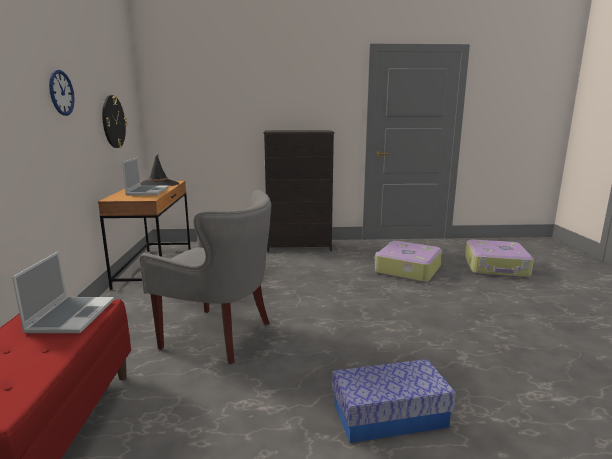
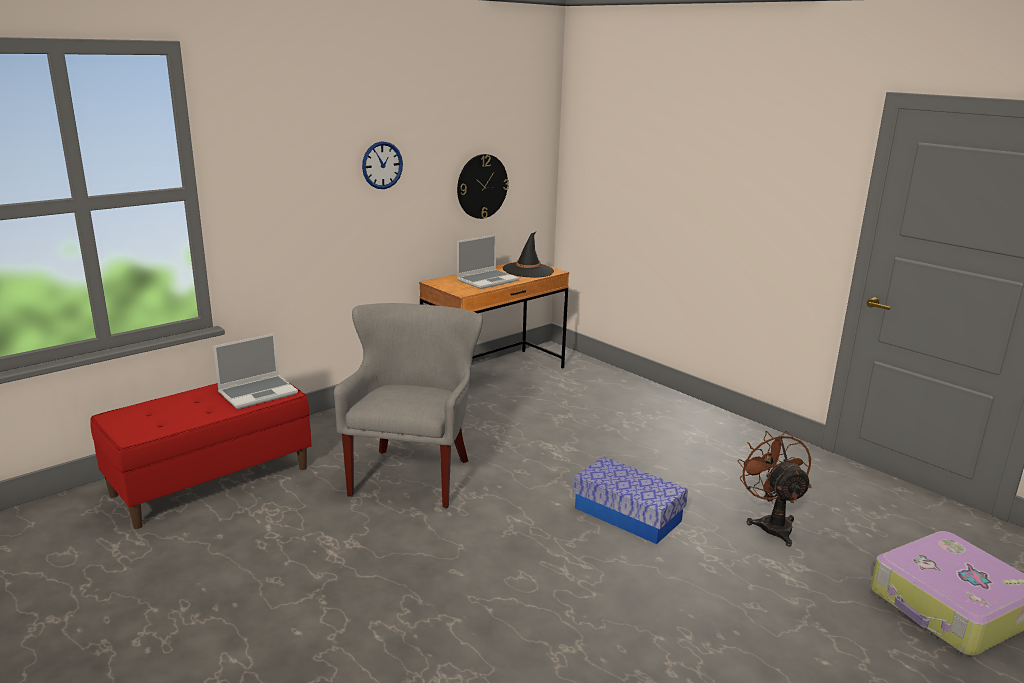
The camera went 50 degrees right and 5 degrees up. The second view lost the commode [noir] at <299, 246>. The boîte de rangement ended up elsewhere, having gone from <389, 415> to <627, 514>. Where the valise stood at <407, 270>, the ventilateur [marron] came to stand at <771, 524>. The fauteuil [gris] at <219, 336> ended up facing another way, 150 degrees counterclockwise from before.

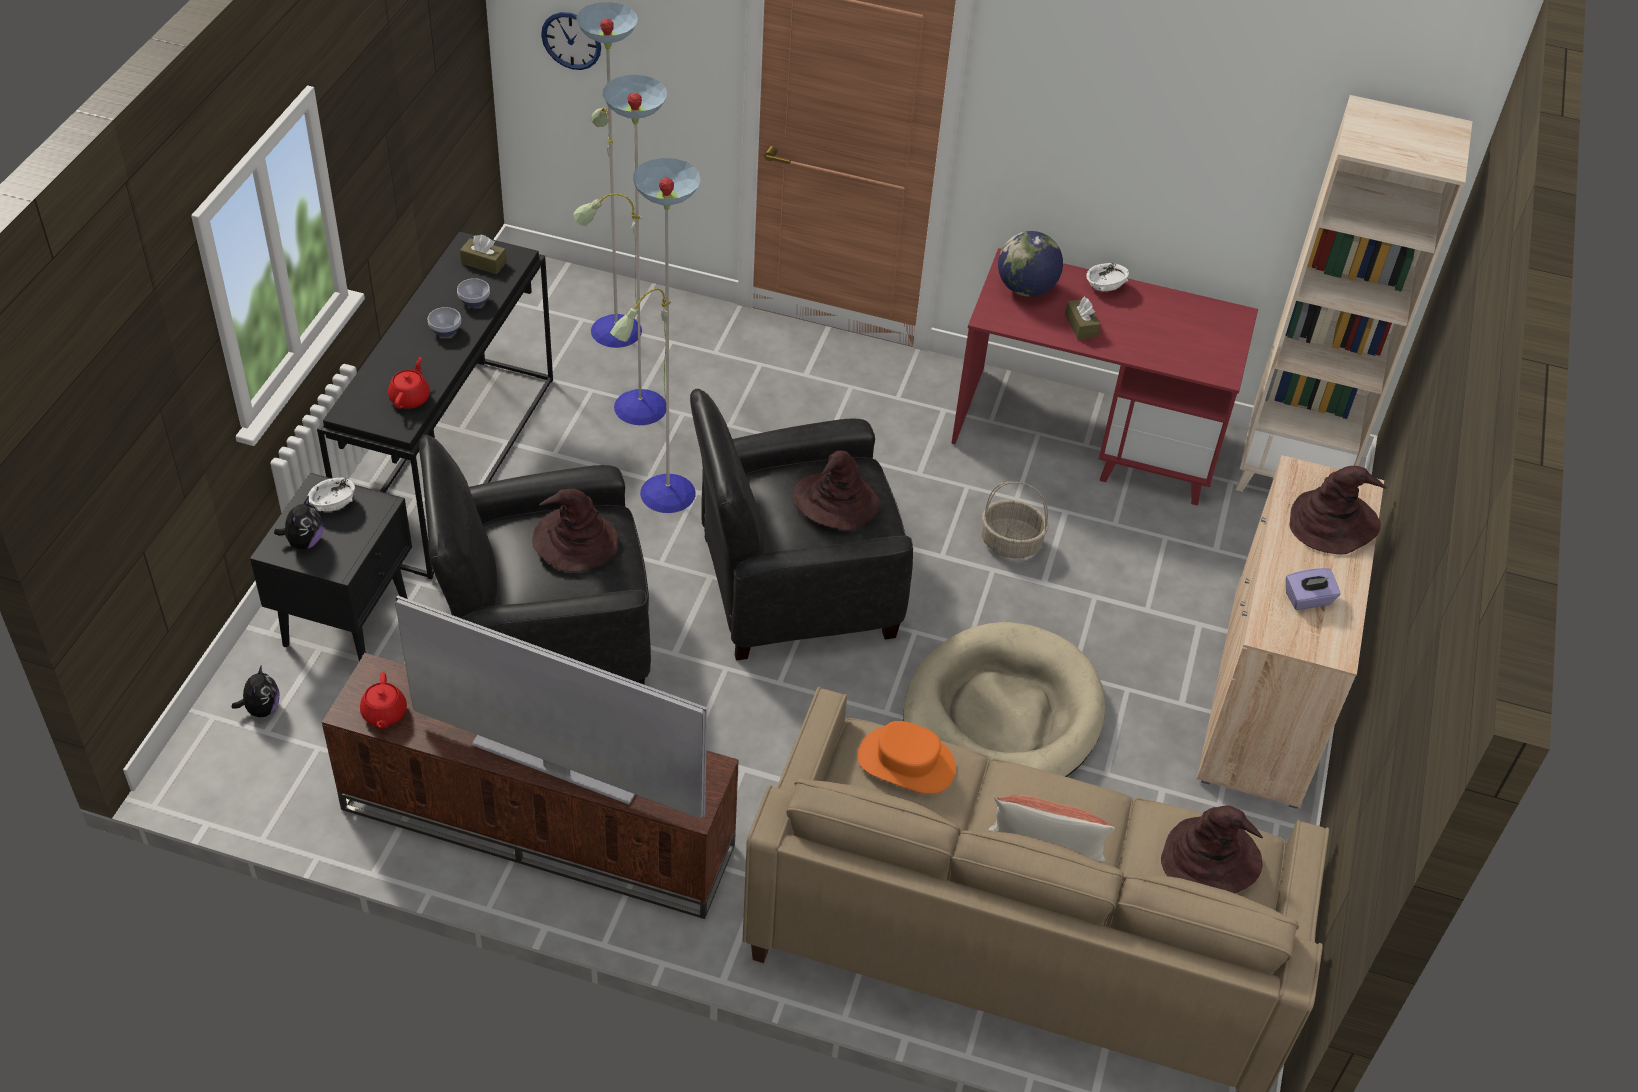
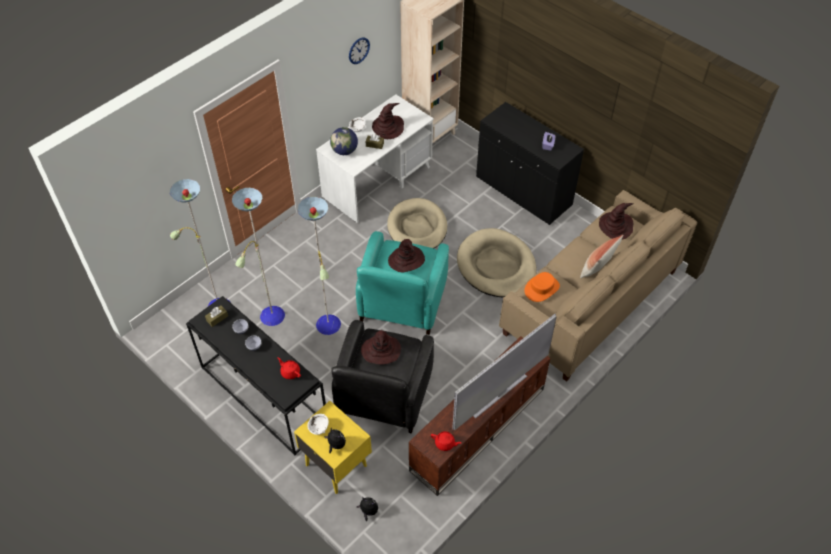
The camera went 60 degrees left and 5 degrees up. The horloge murale ended up elsewhere, having gone from <571, 40> to <359, 50>. The chapeau [marron] ended up elsewhere, having gone from <1332, 523> to <388, 127>. Where the panier stood at <1010, 543>, the panier pour chien [beige] came to stand at <417, 228>. What was the table de chevet [noir] at <348, 621> turned into the table de chevet [jaune] at <336, 464>. What was the fauteuil [noir] at <794, 586> turned into the fauteuil [turquoise] at <402, 302>. What was the bureau [rouge] at <1089, 436> turned into the bureau [blanc] at <377, 181>. What was the meuble de rangement [beige] at <1264, 697> turned into the meuble de rangement [noir] at <523, 191>.

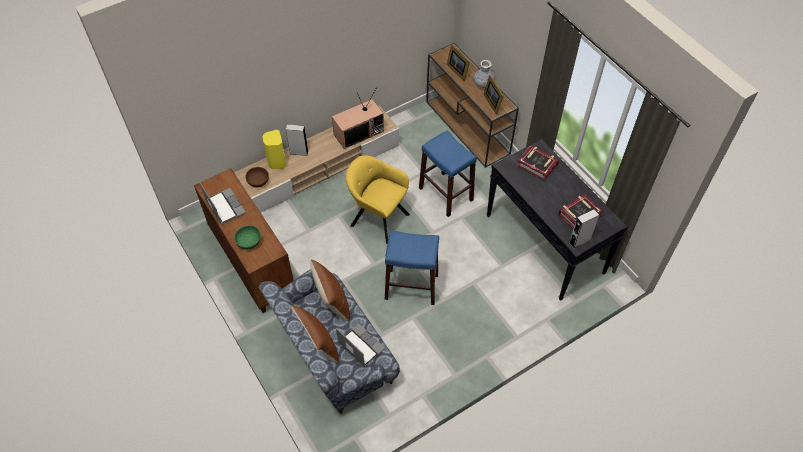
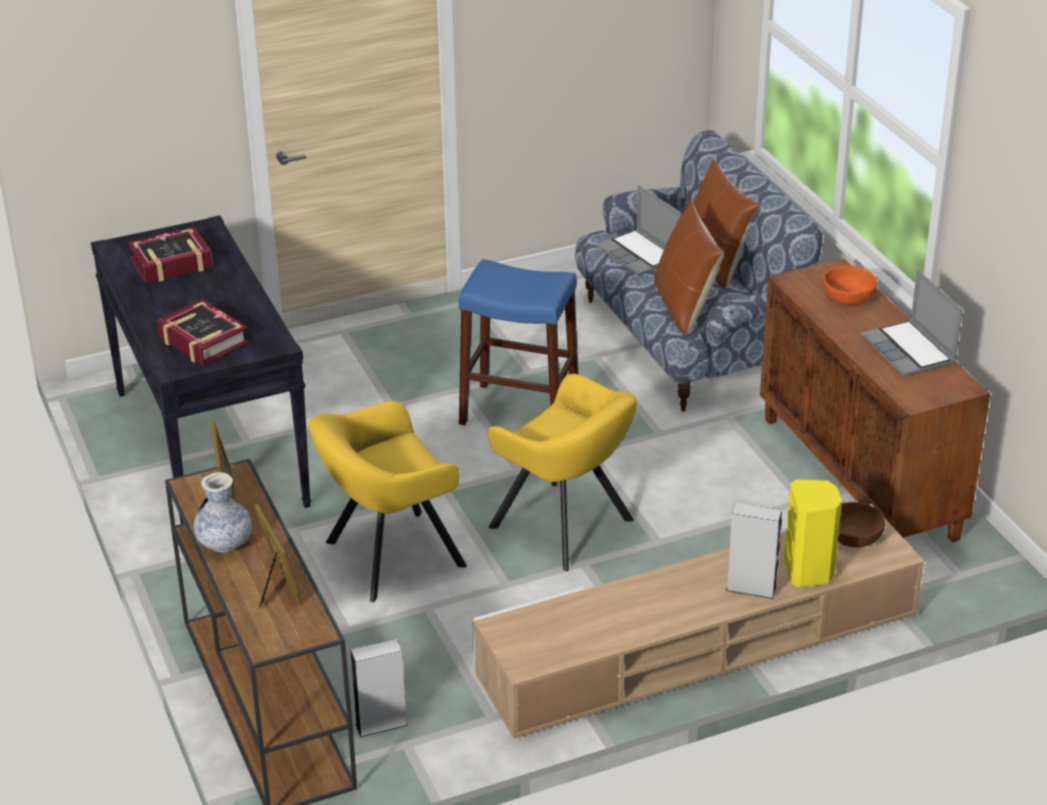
The camera went 170 degrees left and 20 degrees down. The second view lost the téléviseur at <359, 132>. The enceinte [gris] ended up elsewhere, having gone from <579, 241> to <381, 724>. Where the tabouret [bleu] stood at <446, 194>, the fauteuil [jaune] came to stand at <388, 556>. What was the bol [vert] at <249, 242> turned into the bol [orange] at <848, 297>.

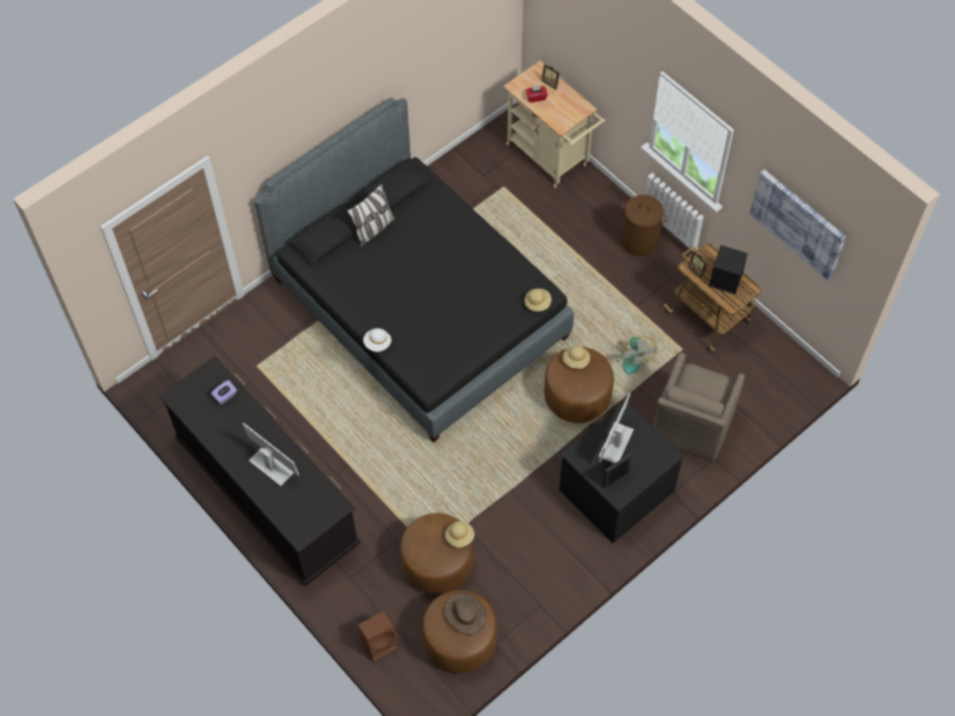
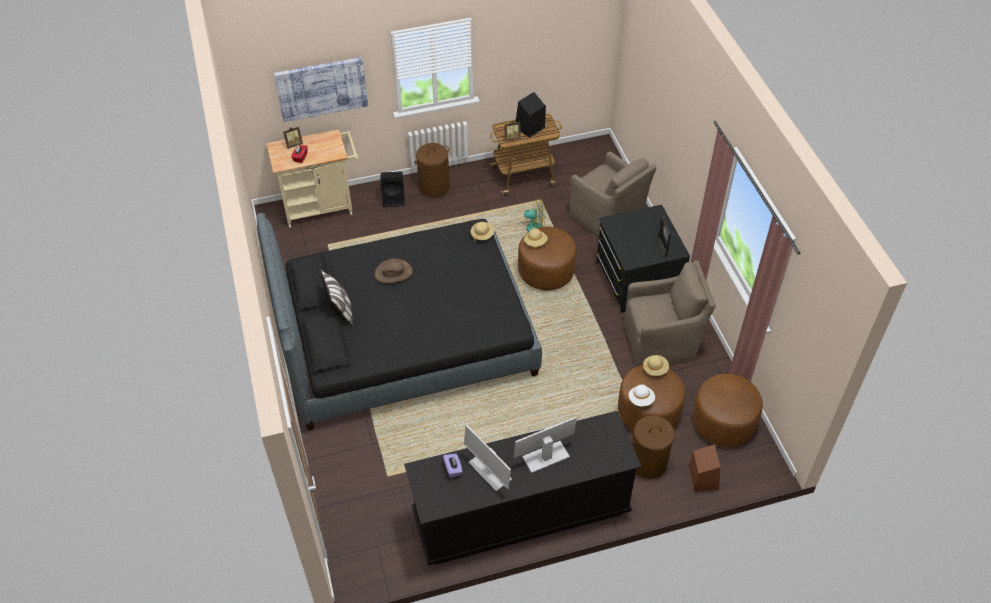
The camera went 65 degrees left and 10 degrees down. The second view gained the enceinte [noir] at <394, 199>. The second view gained the fauteuil [marron] at <662, 342>. The second view gained the panier à linge [marron] at <647, 462>. The chapeau [blanc] ended up elsewhere, having gone from <377, 343> to <641, 399>. The chapeau [marron] ended up elsewhere, having gone from <464, 614> to <393, 272>. The écran d'ordinateur ended up elsewhere, having gone from <616, 443> to <489, 471>. The tableau ended up elsewhere, having gone from <798, 223> to <321, 88>.

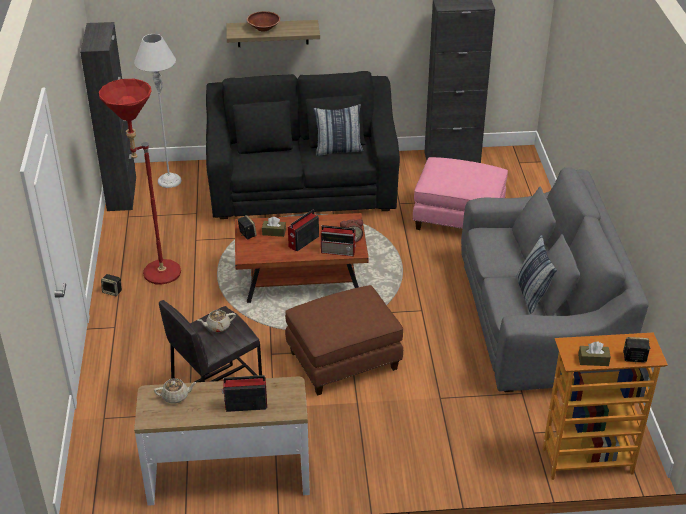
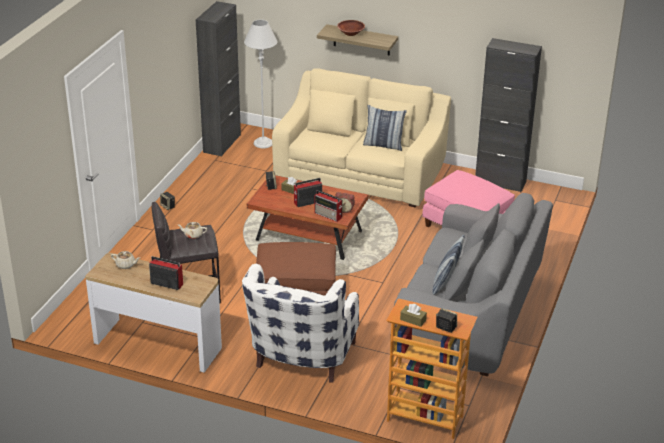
The camera went 25 degrees right and 5 degrees down. The second view lost the lampadaire [rouge] at <154, 275>. The second view gained the fauteuil [blanc] at <300, 360>. What was the canapé [noir] at <302, 188> turned into the canapé [beige] at <360, 173>.

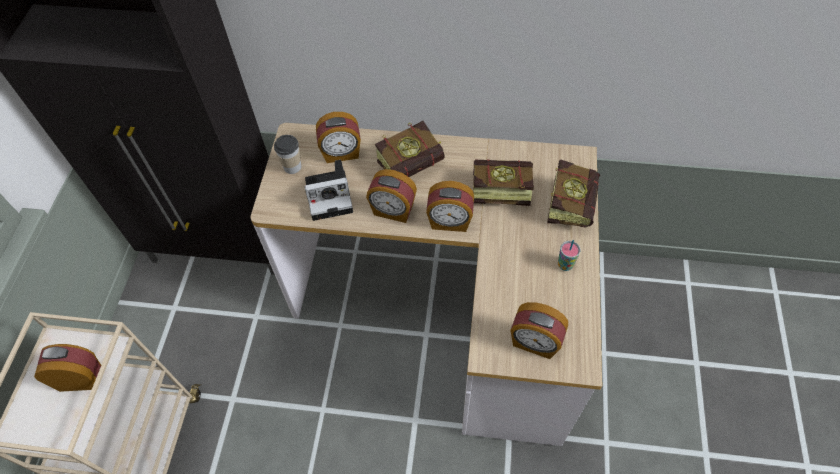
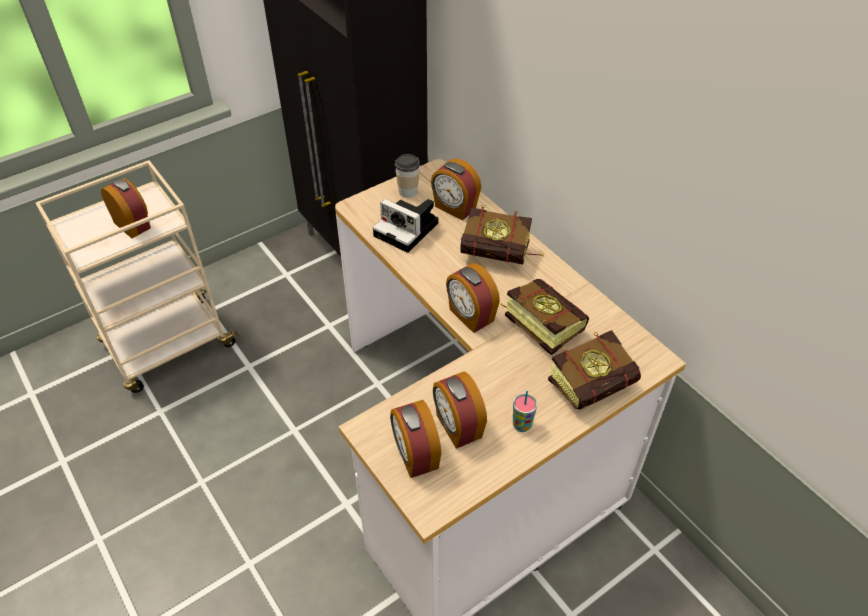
The camera went 45 degrees right and 10 degrees down. The réveil ended up elsewhere, having gone from <393, 211> to <457, 427>.

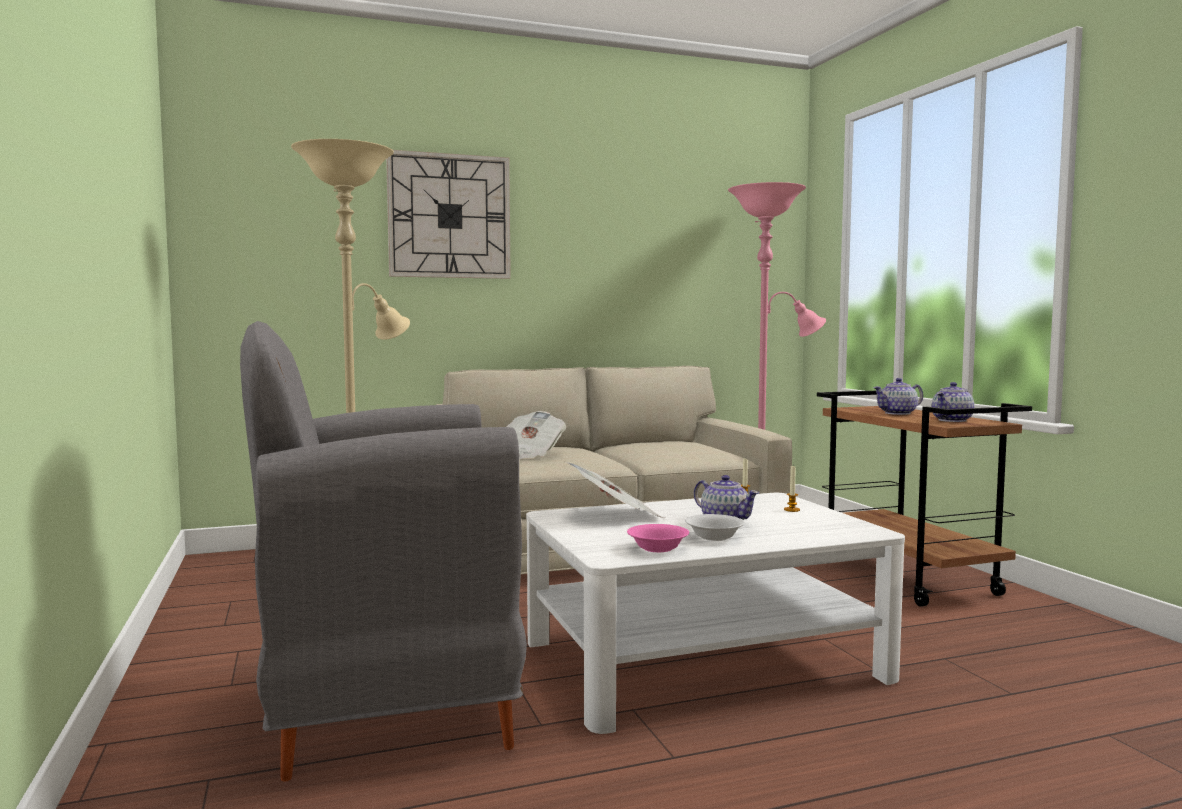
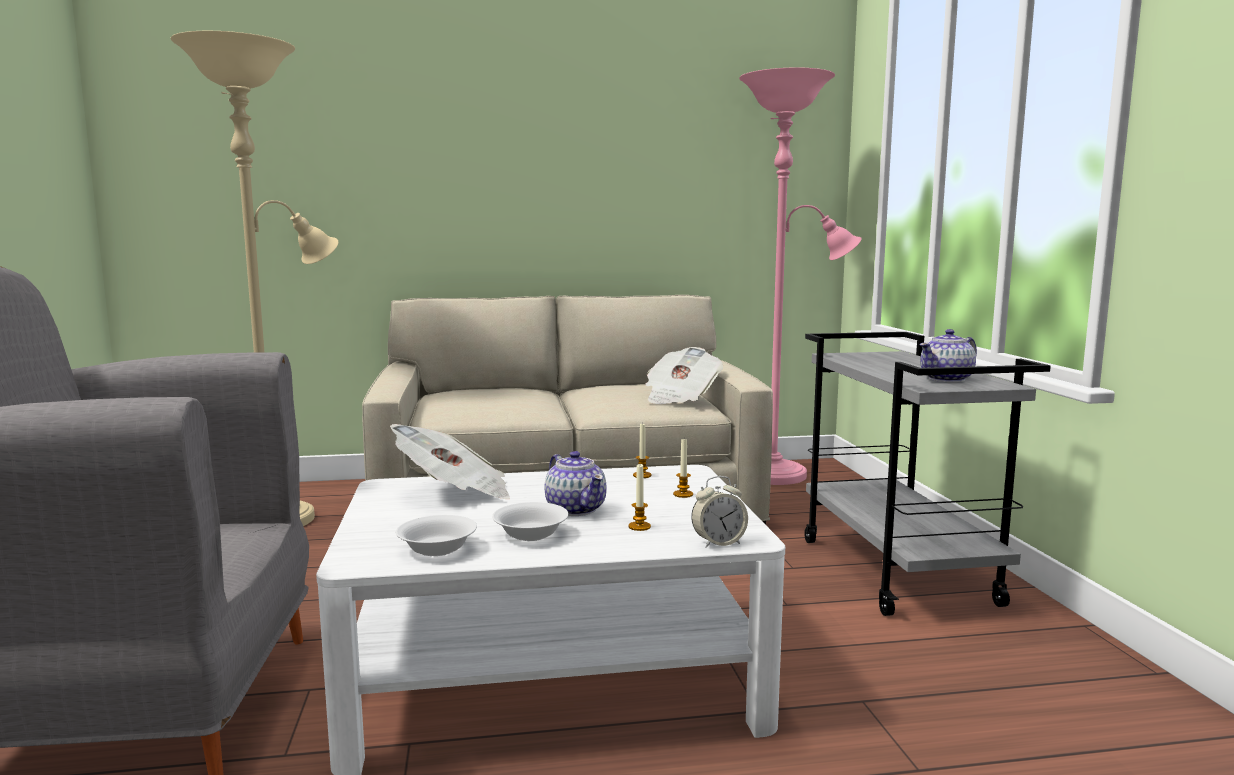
The camera went 10 degrees right and 5 degrees up. The second view lost the horloge murale at <449, 216>. The second view lost the théière at <898, 413>. The second view gained the bougie at <639, 527>. The second view gained the réveil at <718, 543>. The journal ended up elsewhere, having gone from <529, 455> to <680, 397>. What was the bol [rose] at <658, 548> turned into the bol [blanc] at <437, 549>. What was the chariot [marron] at <909, 578> turned into the chariot [gris] at <899, 572>.

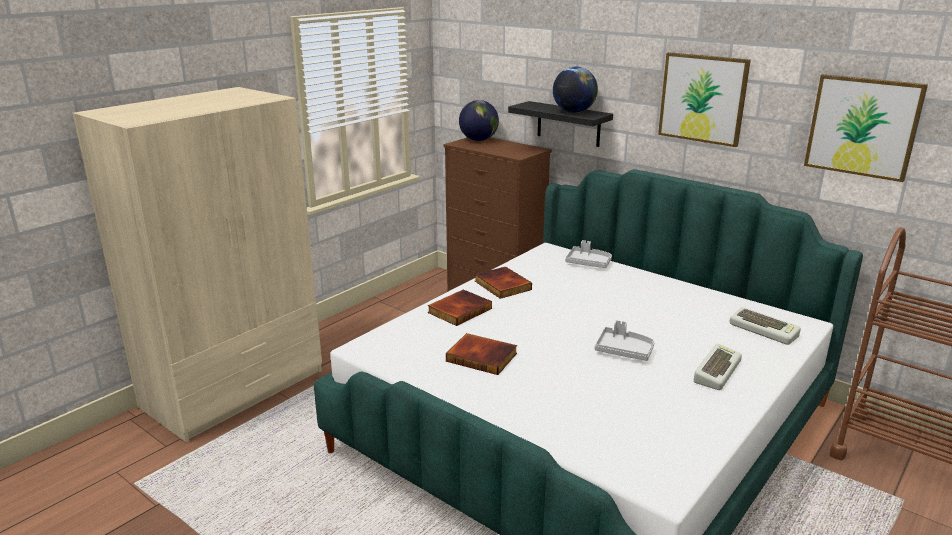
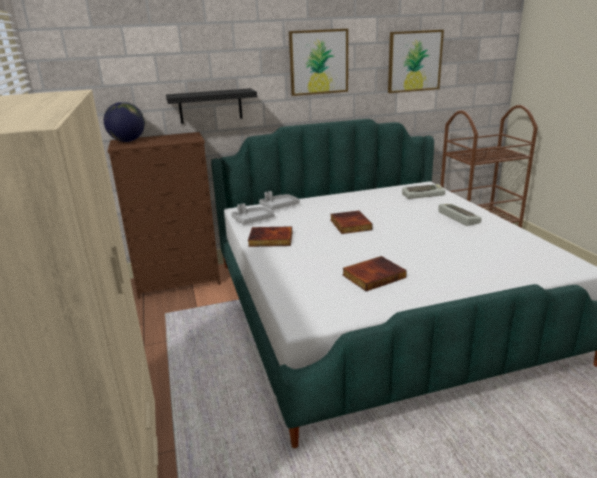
The camera went 55 degrees left and 0 degrees up. The second view lost the globe at <573, 112>. The livre ended up elsewhere, having gone from <459, 310> to <349, 224>. The plateau [gris] ended up elsewhere, having gone from <624, 350> to <253, 220>.

